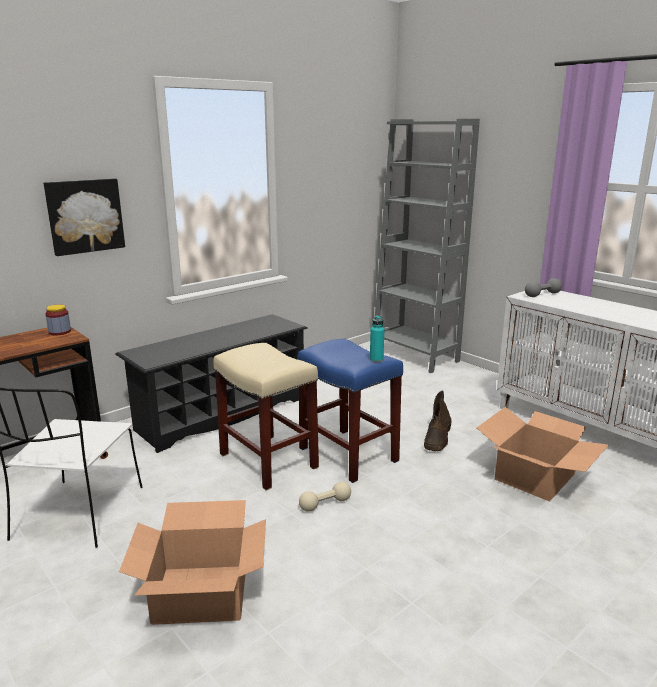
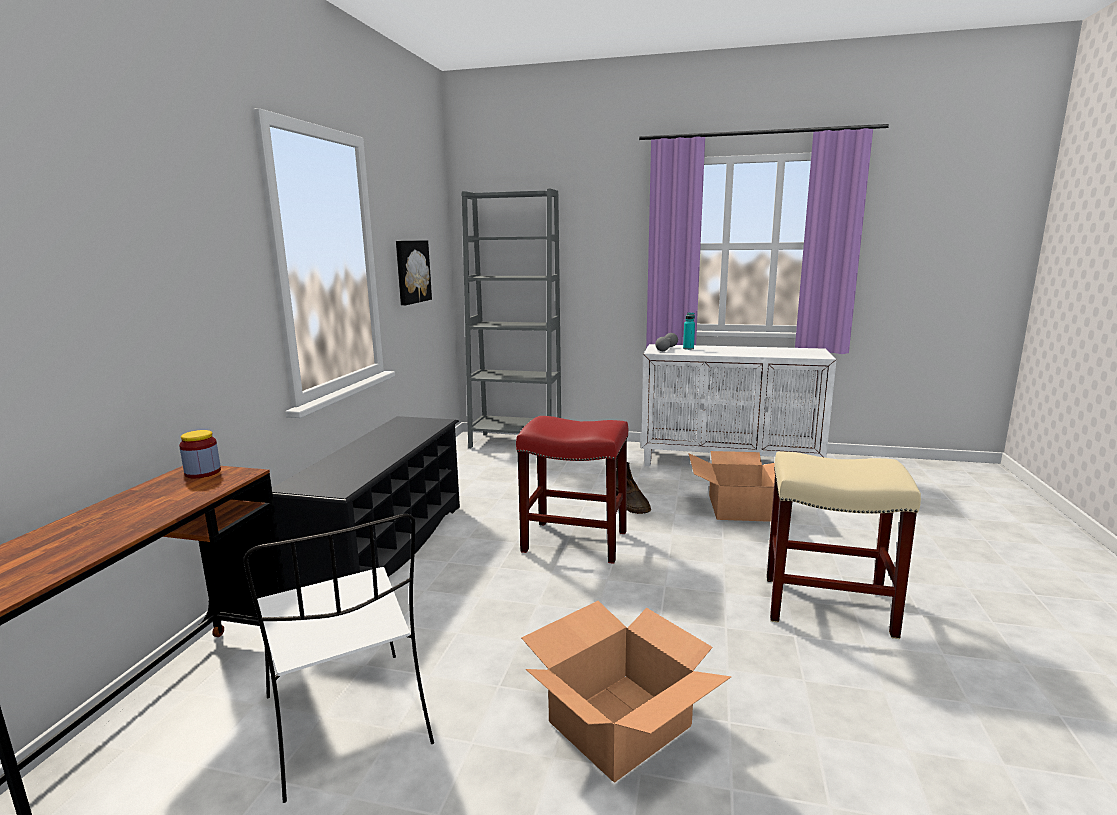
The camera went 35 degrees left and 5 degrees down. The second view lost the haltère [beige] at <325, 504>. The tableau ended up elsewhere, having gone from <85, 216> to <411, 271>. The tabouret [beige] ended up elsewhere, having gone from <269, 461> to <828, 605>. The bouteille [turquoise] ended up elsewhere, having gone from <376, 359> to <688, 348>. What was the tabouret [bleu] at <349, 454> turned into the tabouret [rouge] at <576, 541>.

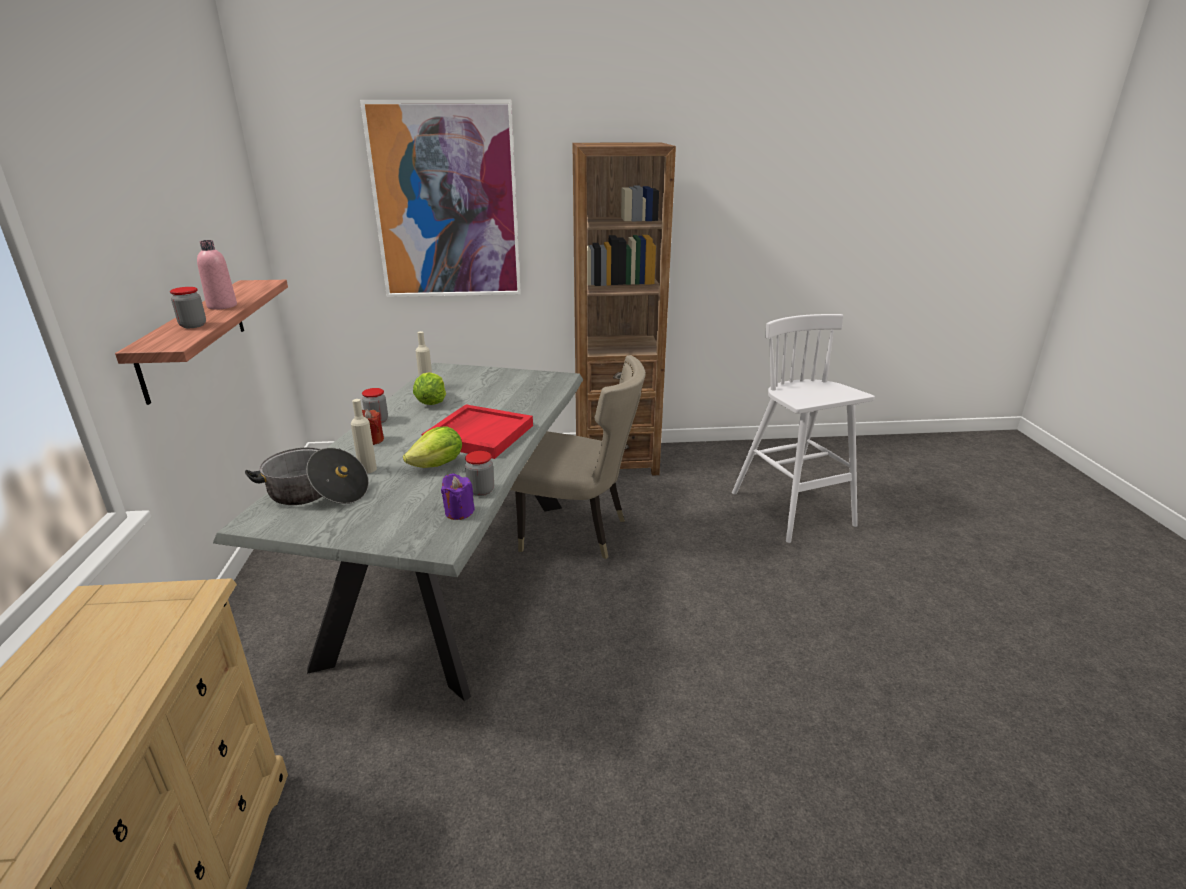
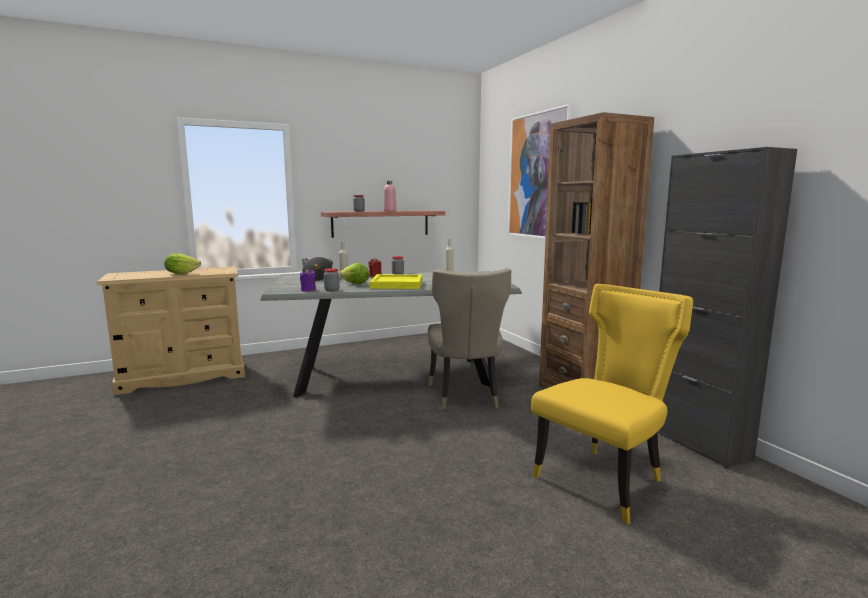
The camera went 70 degrees right and 15 degrees down. The second view gained the meuble de rangement [noir] at <697, 442>. The laitue ended up elsewhere, having gone from <431, 402> to <181, 273>. Where the tabouret [blanc] stood at <793, 510>, the chaise [jaune] came to stand at <605, 479>. What was the plateau [rouge] at <479, 434> turned into the plateau [jaune] at <397, 284>.

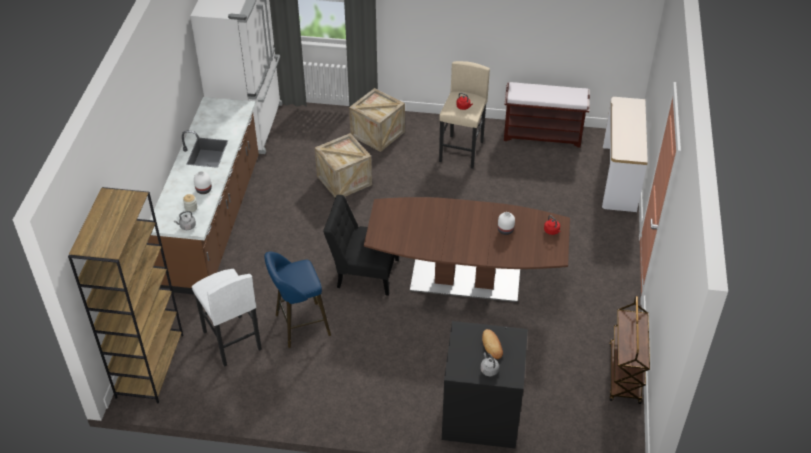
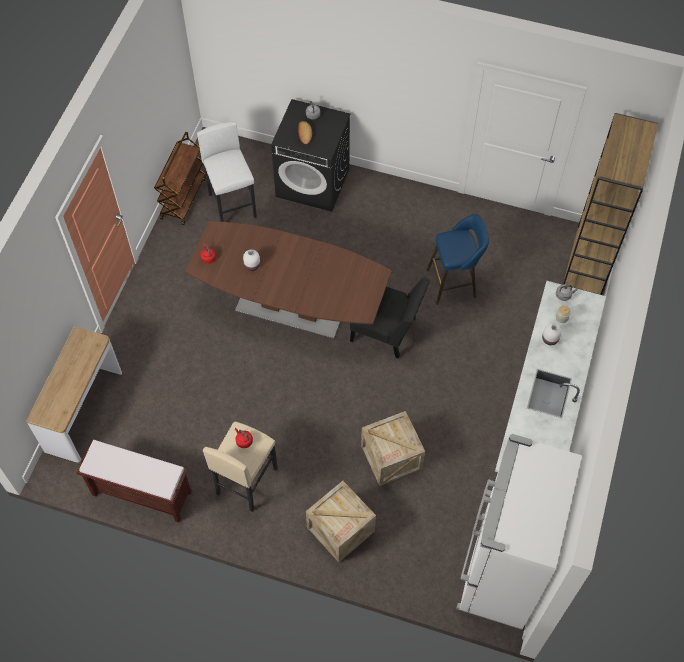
The camera went 170 degrees left and 15 degrees up. The tabouret [blanc] ended up elsewhere, having gone from <232, 341> to <233, 205>.

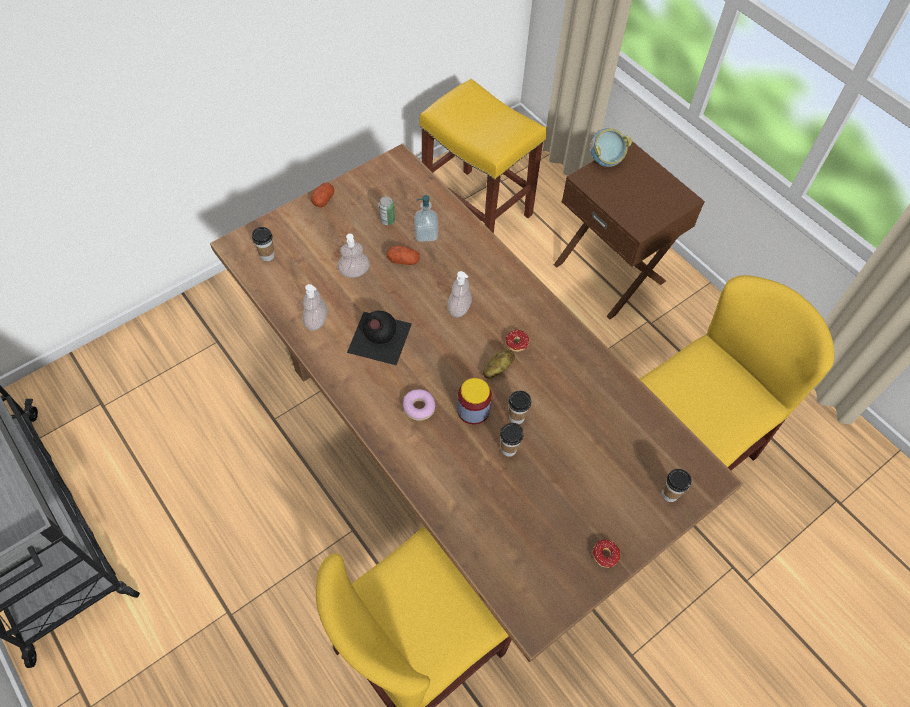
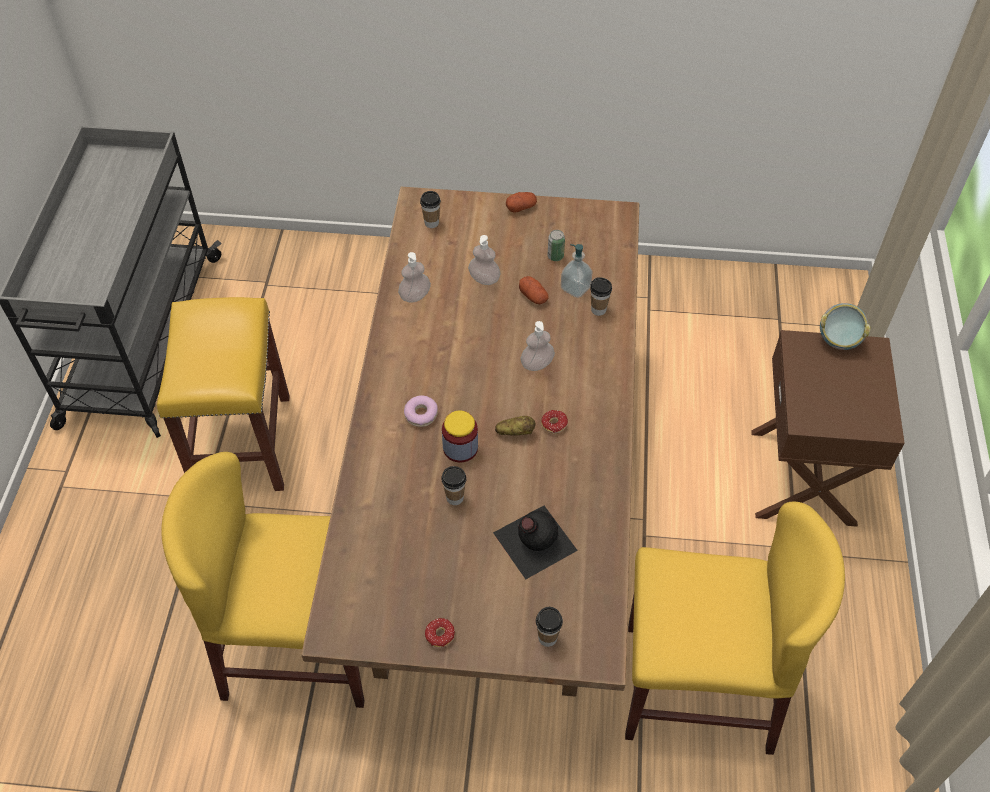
The camera went 45 degrees right and 5 degrees down. The bouteille [noir] ended up elsewhere, having gone from <378, 338> to <533, 541>. The tabouret [jaune] ended up elsewhere, having gone from <475, 209> to <242, 442>. The tasse ended up elsewhere, having gone from <516, 417> to <598, 310>.

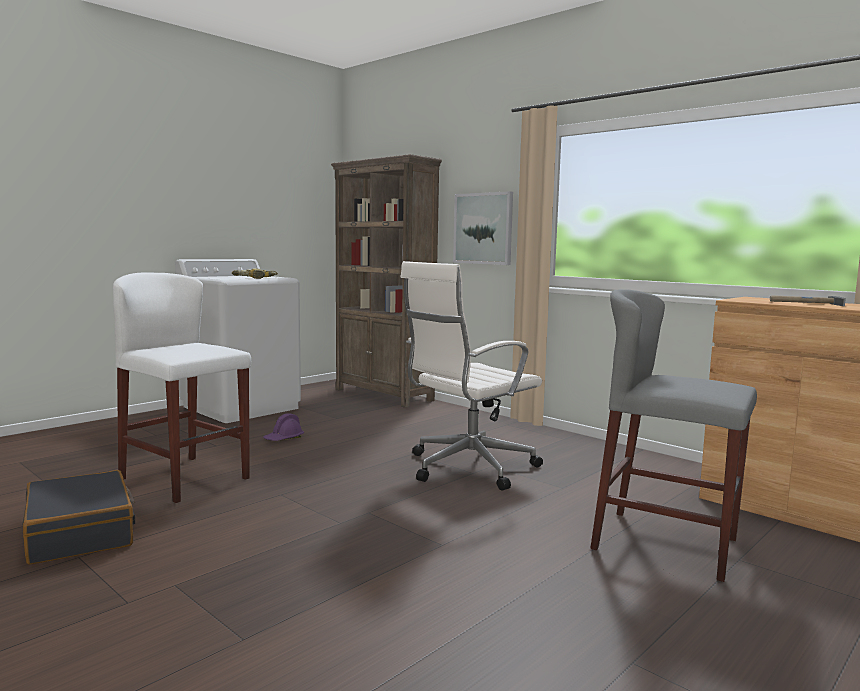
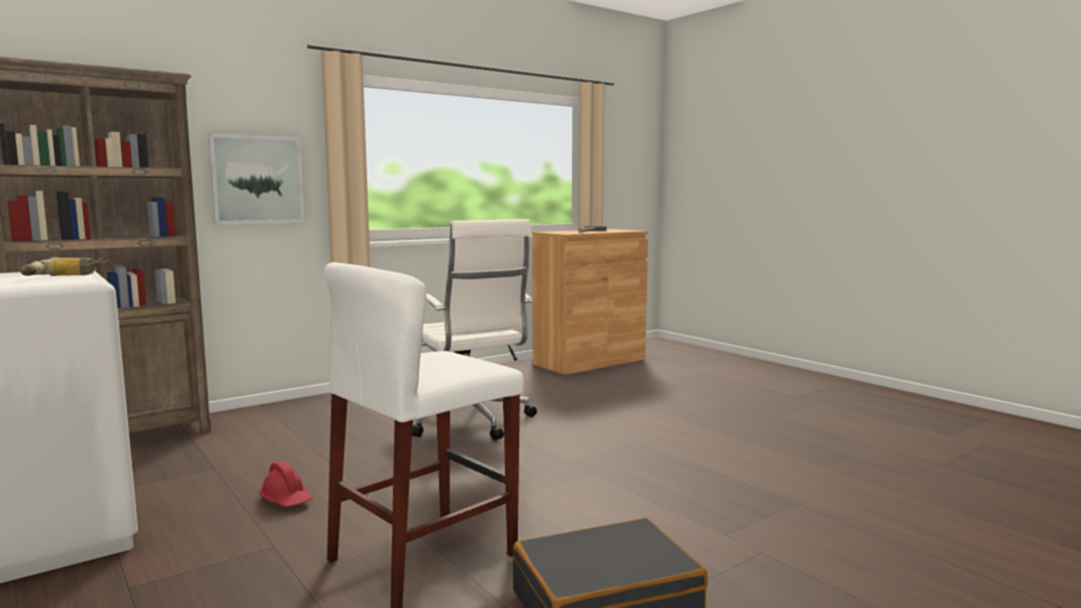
The camera went 80 degrees left and 0 degrees up. The second view lost the tabouret [gris] at <665, 544>. What was the casque de chantier [violet] at <284, 439> turned into the casque de chantier [rouge] at <286, 500>.

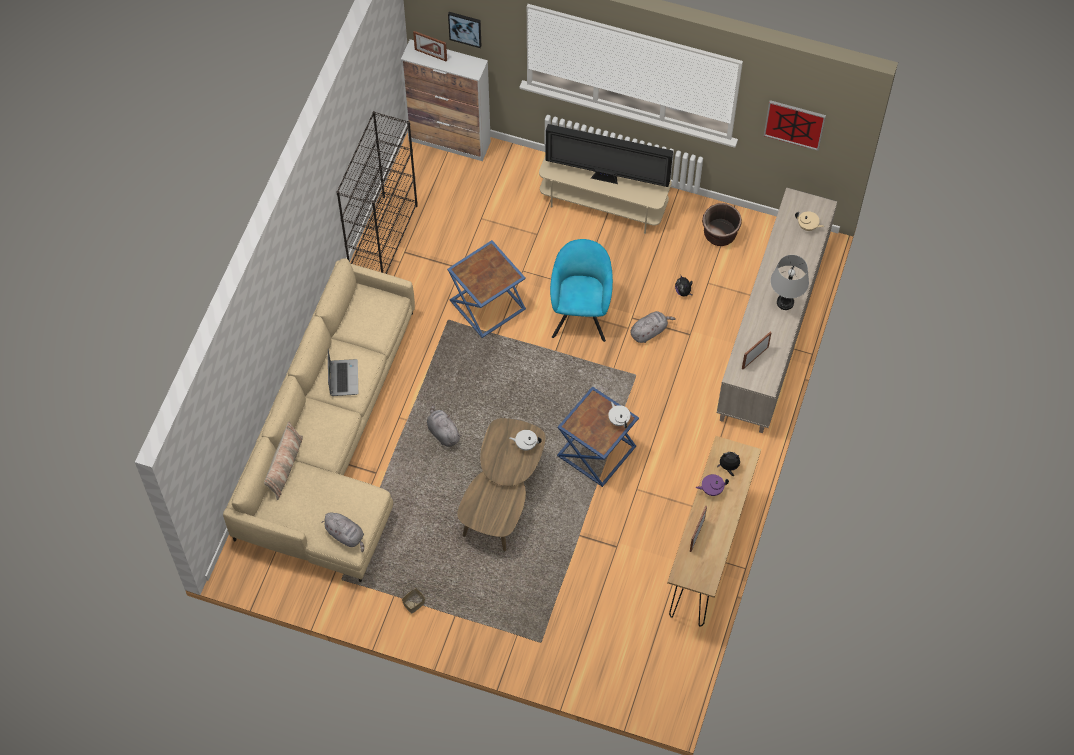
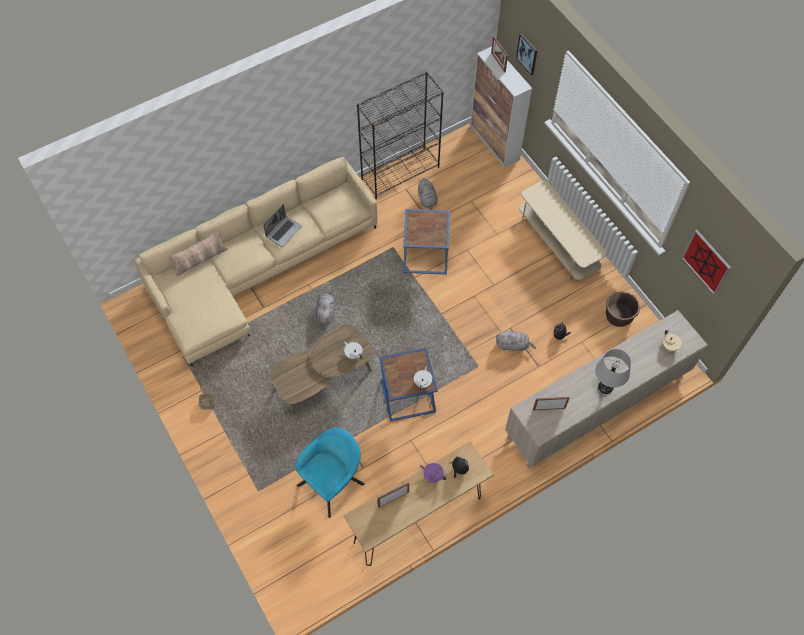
The camera went 40 degrees right and 0 degrees up. The second view lost the téléviseur at <607, 178>. The peluche [gris] ended up elsewhere, having gone from <346, 535> to <427, 200>. The fauteuil [turquoise] ended up elsewhere, having gone from <580, 312> to <333, 482>.

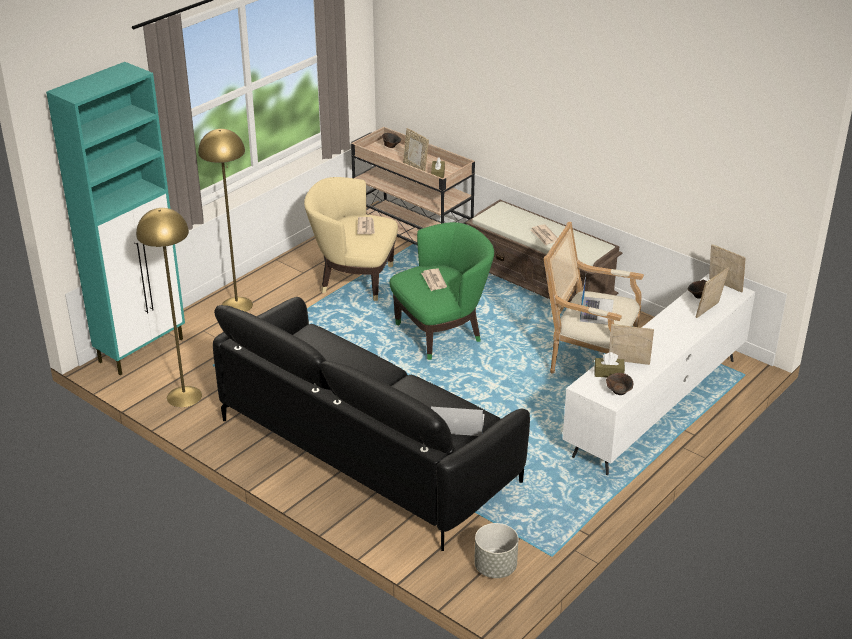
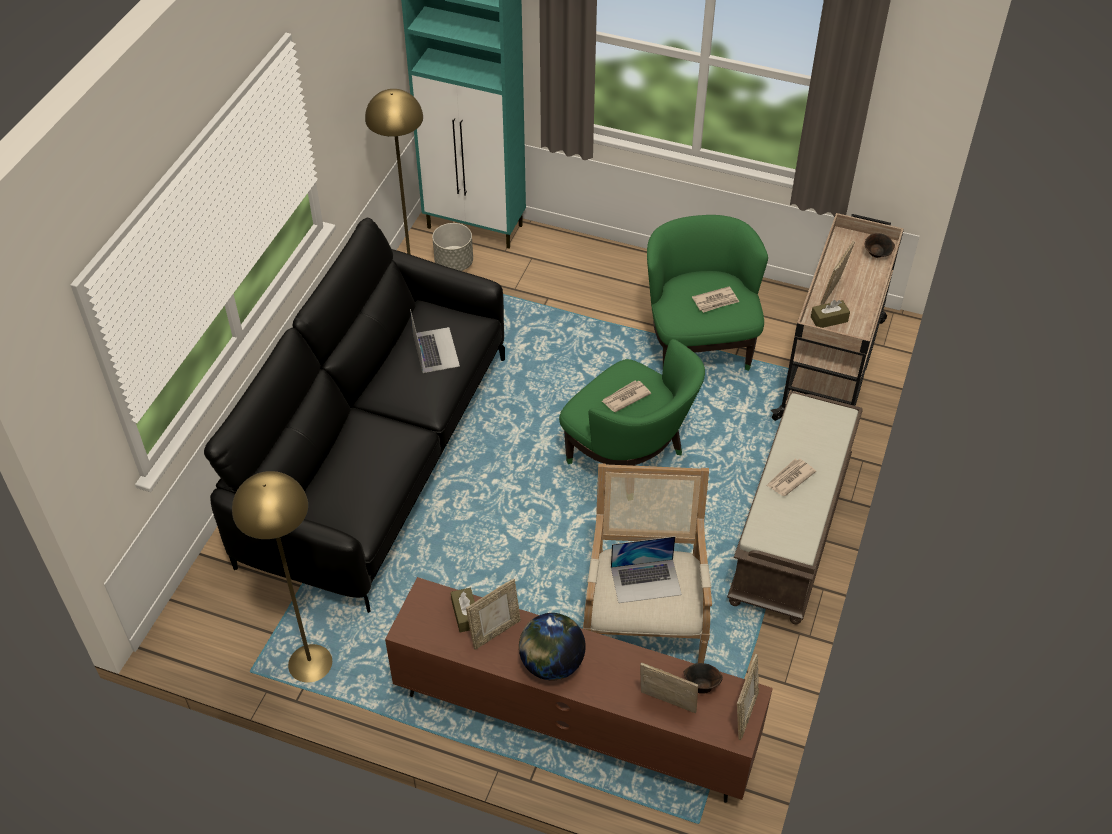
The camera went 70 degrees right and 15 degrees up. The second view lost the bol [marron] at <619, 392>. The second view gained the globe at <551, 663>. The lampadaire [jaune] ended up elsewhere, having gone from <236, 305> to <310, 663>. The ordinateur portable ended up elsewhere, having gone from <457, 423> to <435, 349>. The cache-pot [gris] ended up elsewhere, having gone from <495, 567> to <454, 263>. What was the fauteuil [beige] at <353, 280> turned into the fauteuil [vert] at <698, 345>. What was the meuble télé [blanc] at <656, 406> turned into the meuble télé [marron] at <575, 723>. The cadre photo at <628, 363> ended up facing another way, 60 degrees clockwise from before.

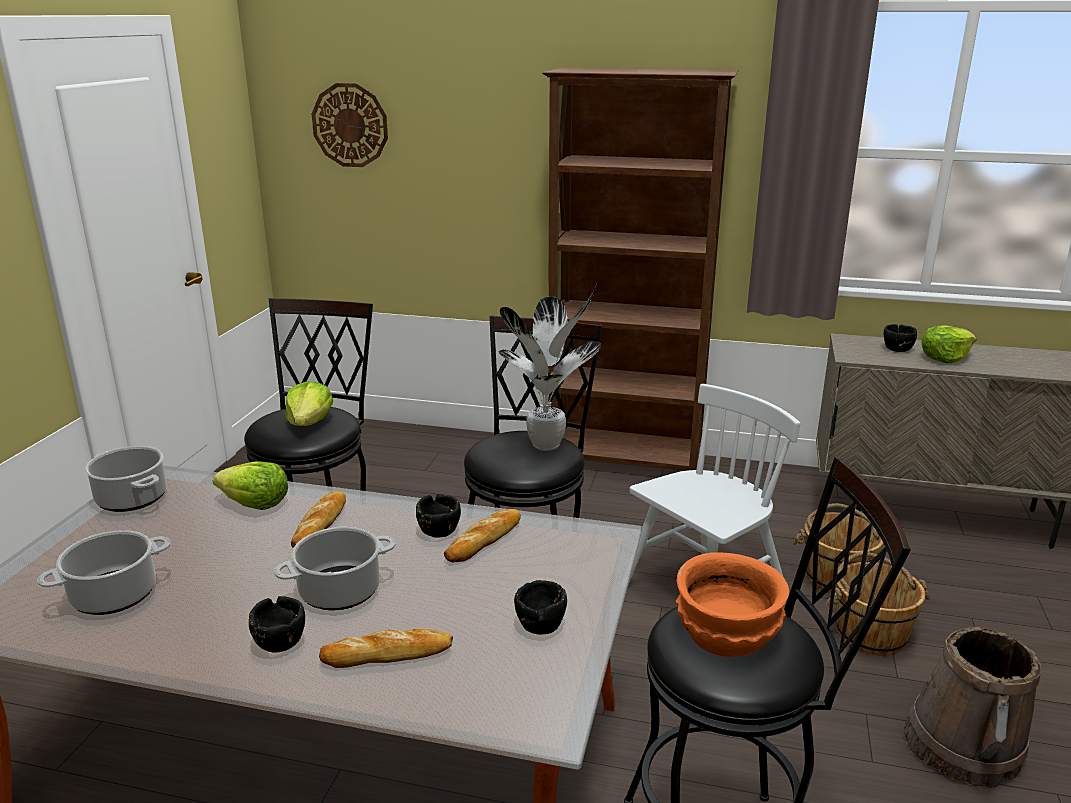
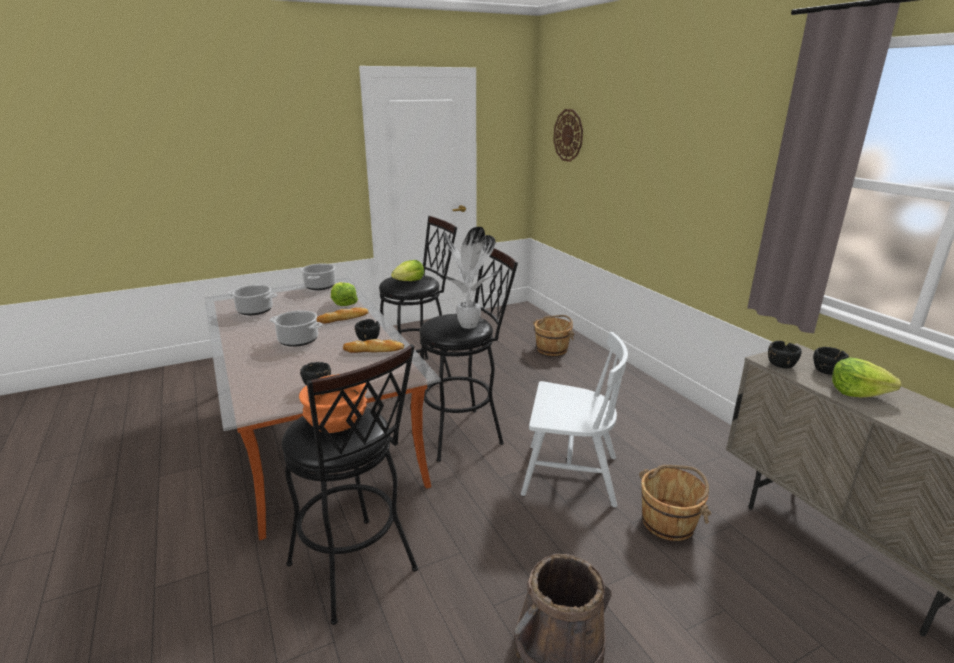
The camera went 50 degrees right and 0 degrees up. The second view lost the pain at <388, 654>. The second view lost the bibliothèque [marron] at <625, 463>. The bol [noir] ended up elsewhere, having gone from <280, 643> to <781, 365>. The seau [marron] ended up elsewhere, having gone from <870, 633> to <552, 349>.

